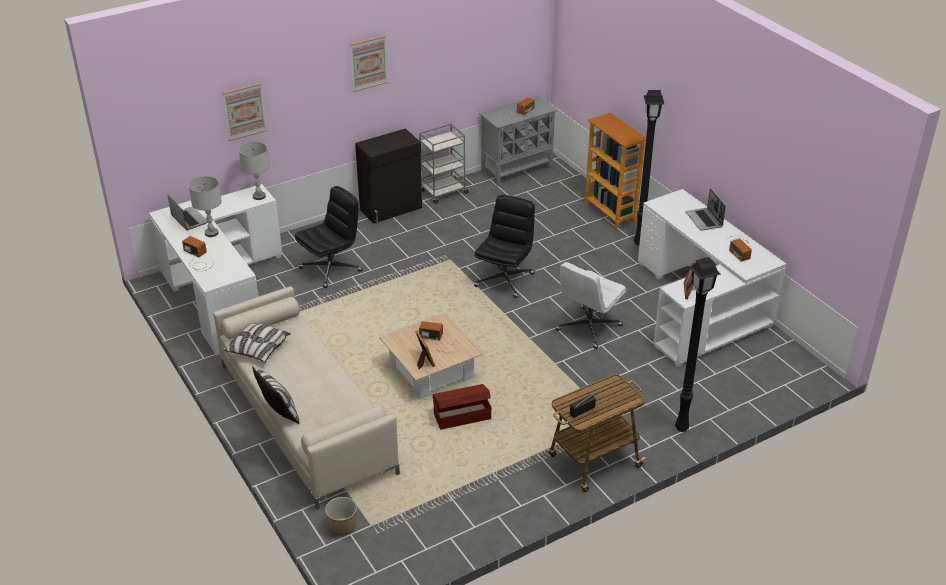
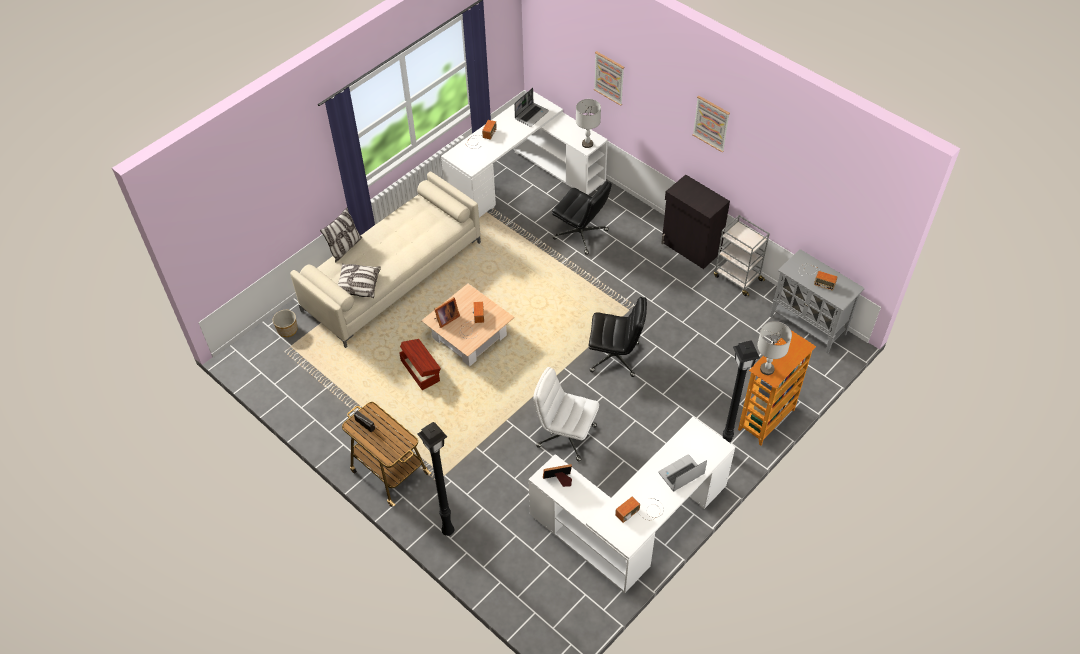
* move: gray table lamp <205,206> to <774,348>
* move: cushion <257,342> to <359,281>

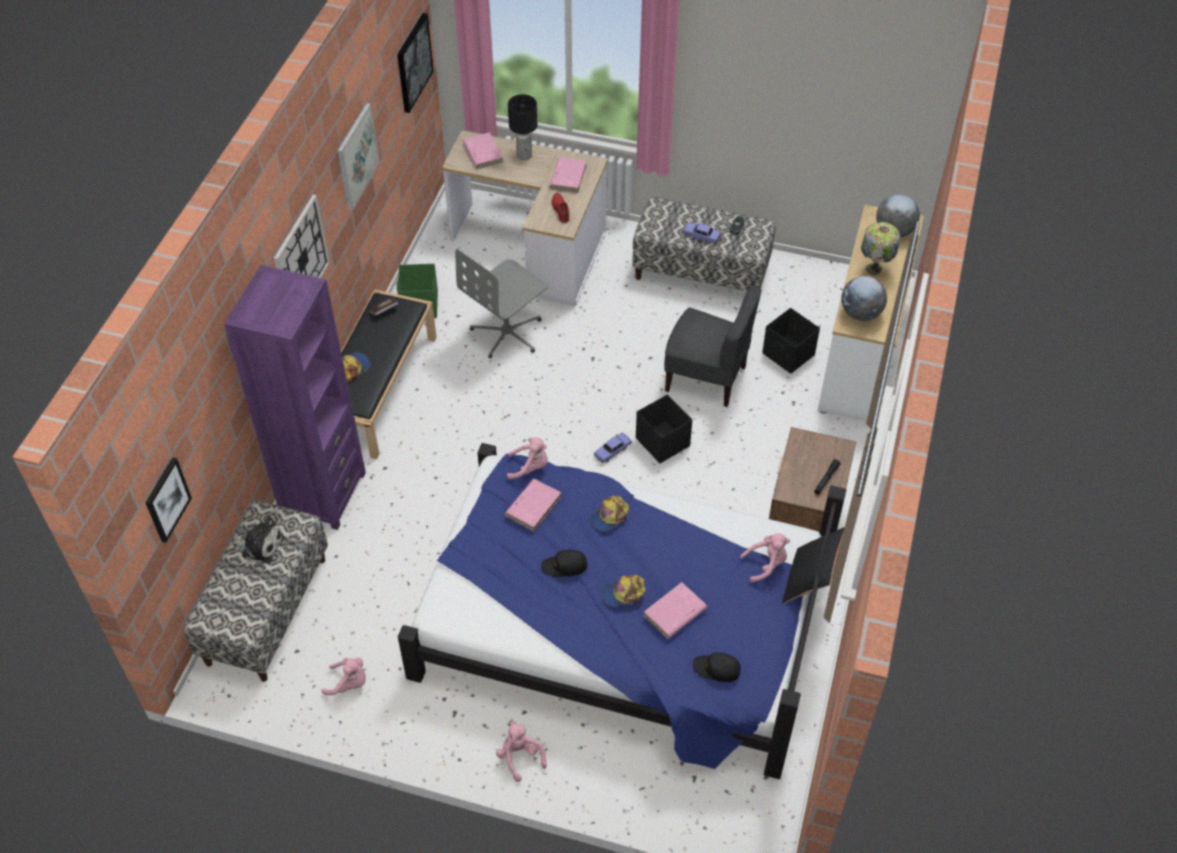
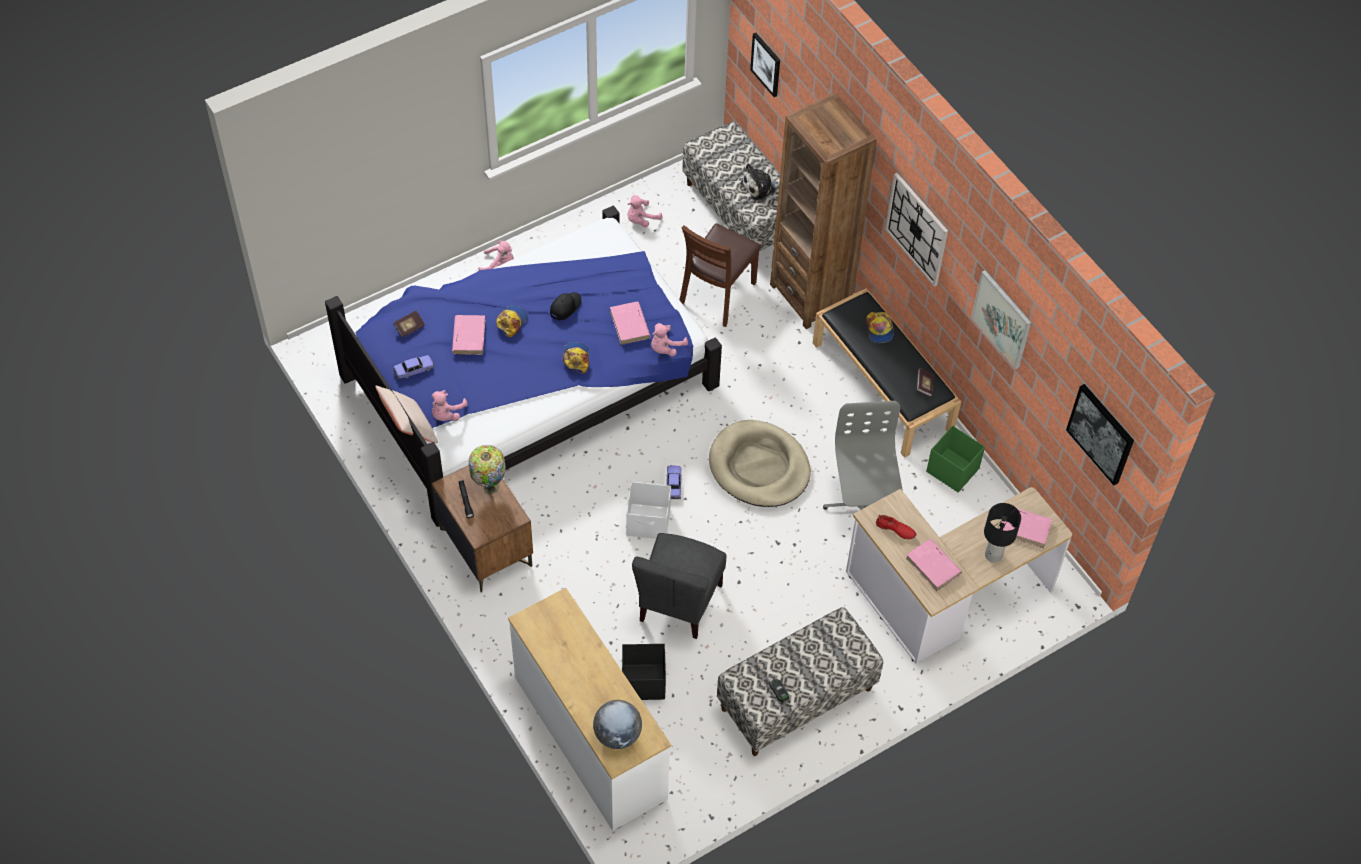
* recolor: purple shelving unit <295,397> to brownish shelving unit <823,211>
* recolor: blackish storage bin <664,428> to white storage bin <648,510>
* rotate: gray plain chair <713,346> = <679,586> 45 degrees counterclockwise
* move: miniature car <702,233> to <413,367>
* replace: blackish cap <717,667> to bound book <409,324>
* recolor: blackish cushion <813,565> to beige-coloured cushion <406,414>
* delete: desk globe <864,298>
* move: table lamp <880,248> to <487,470>
* insert: brownish plain chair <720,275>
* insert: beige-coloured dog bed <760,463>

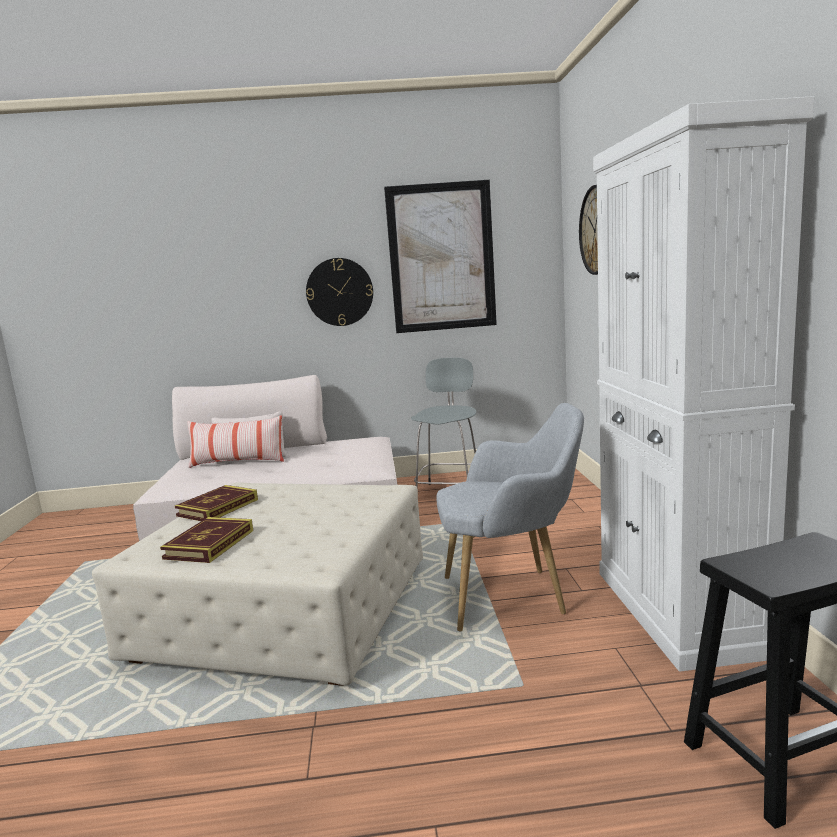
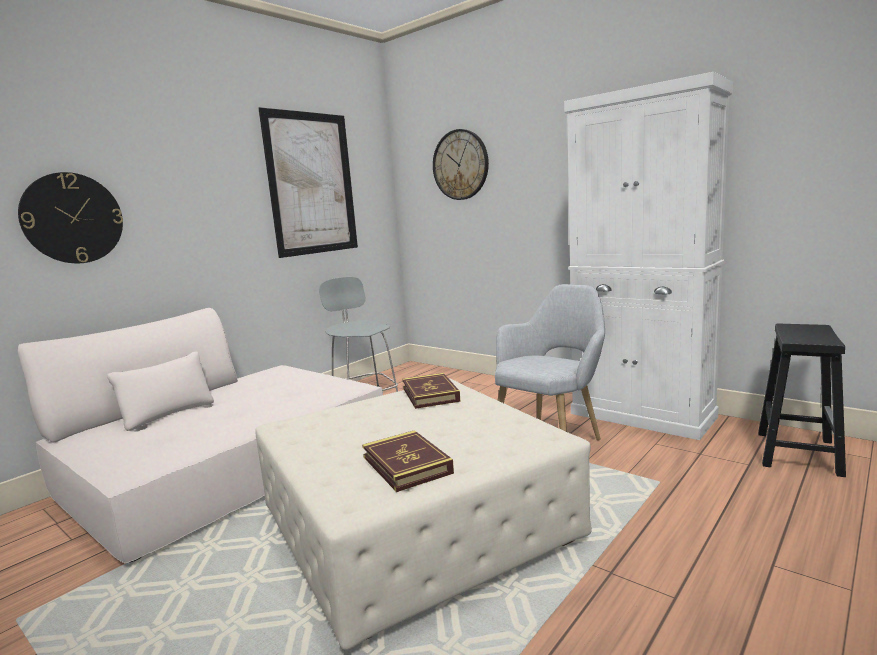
* move: bound book <216,503> to <431,391>
* delete: cushion <235,441>
* move: wall clock <339,292> to <70,217>

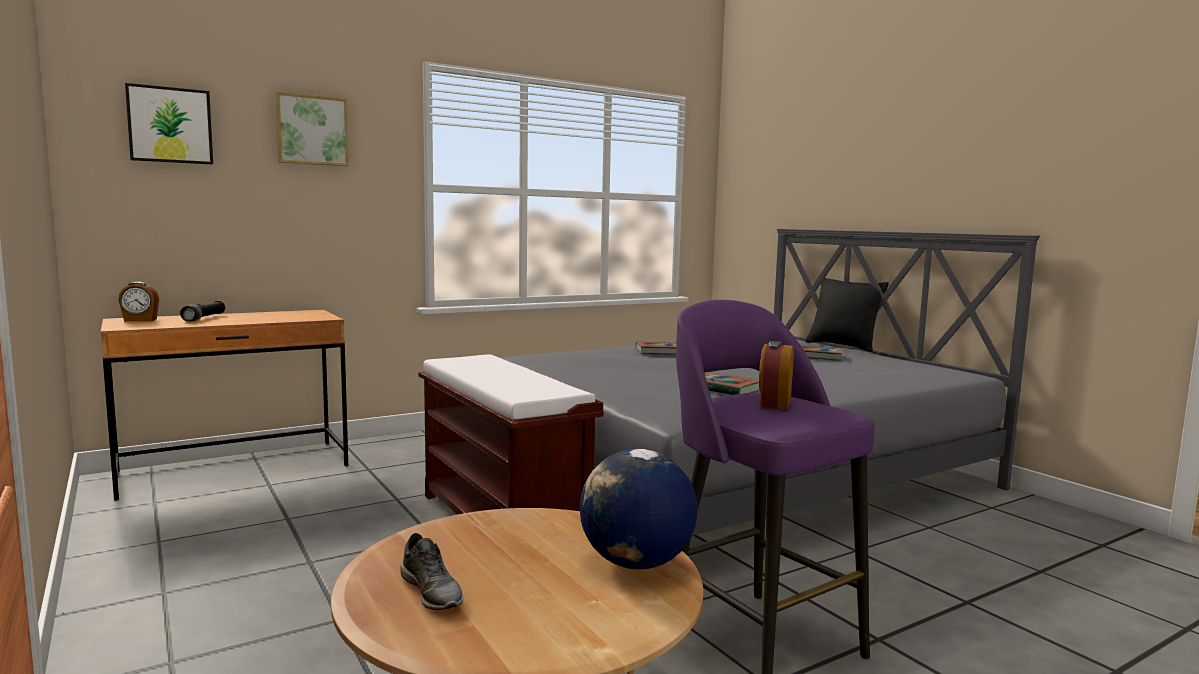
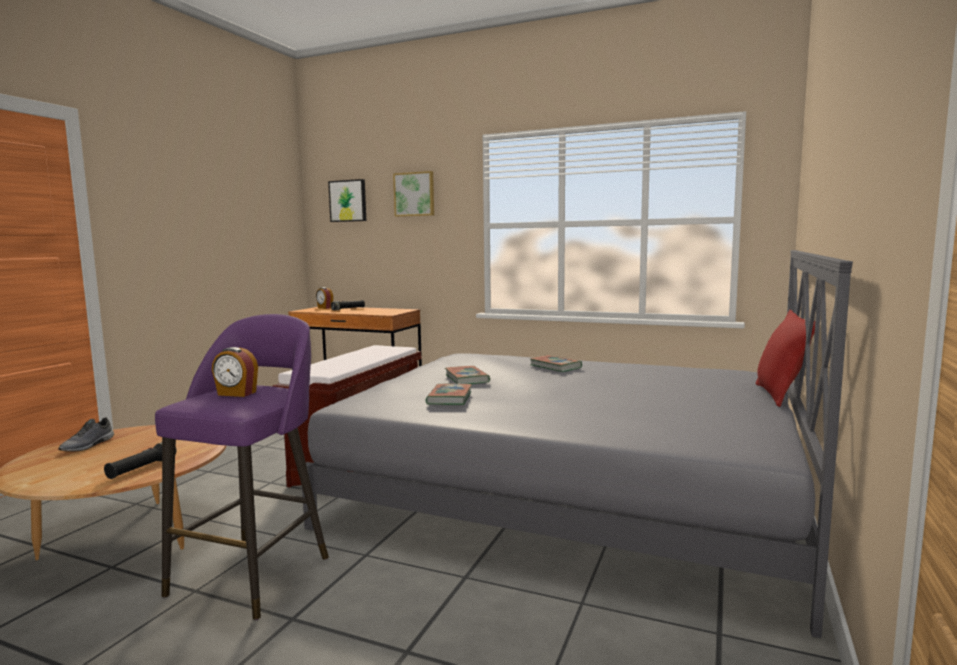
* replace: desk globe <638,509> to blackish torch <140,460>
* rotate: bedside clock <776,375> = <235,372> 150 degrees counterclockwise
* move: bound book <822,353> to <467,375>
* recolor: blackish cushion <847,314> to reddish cushion <785,358>

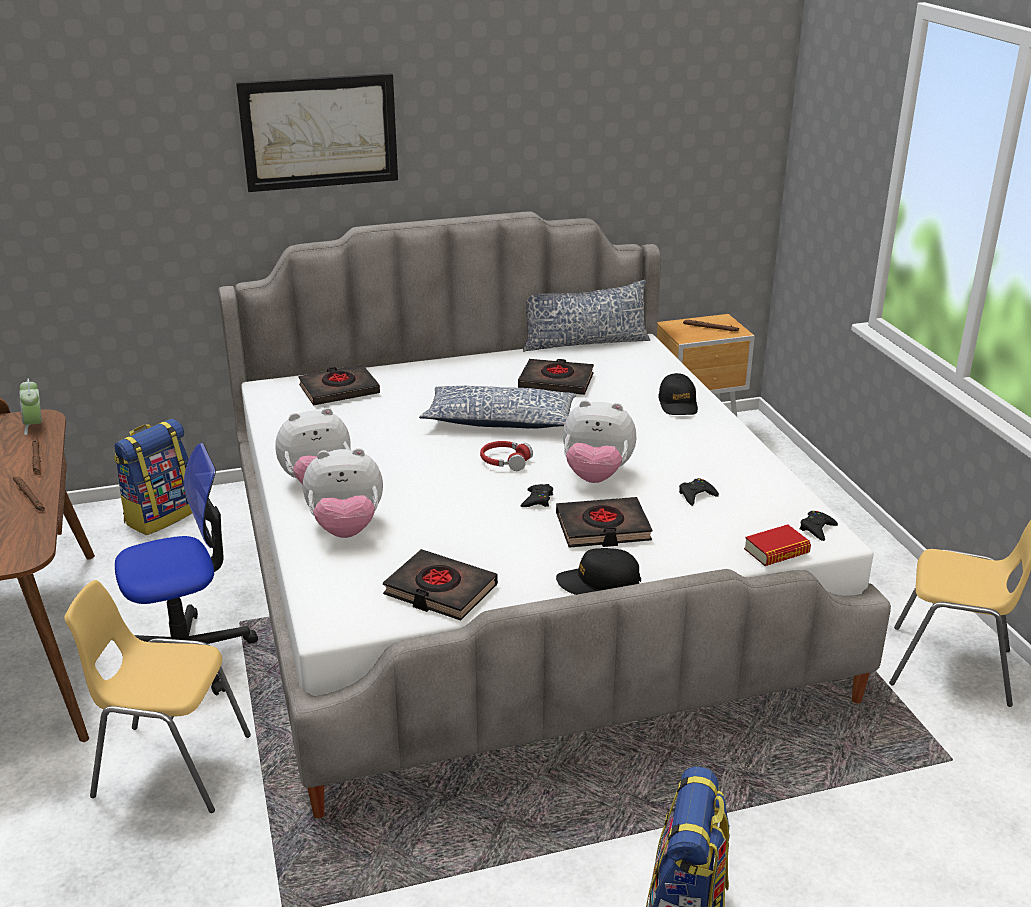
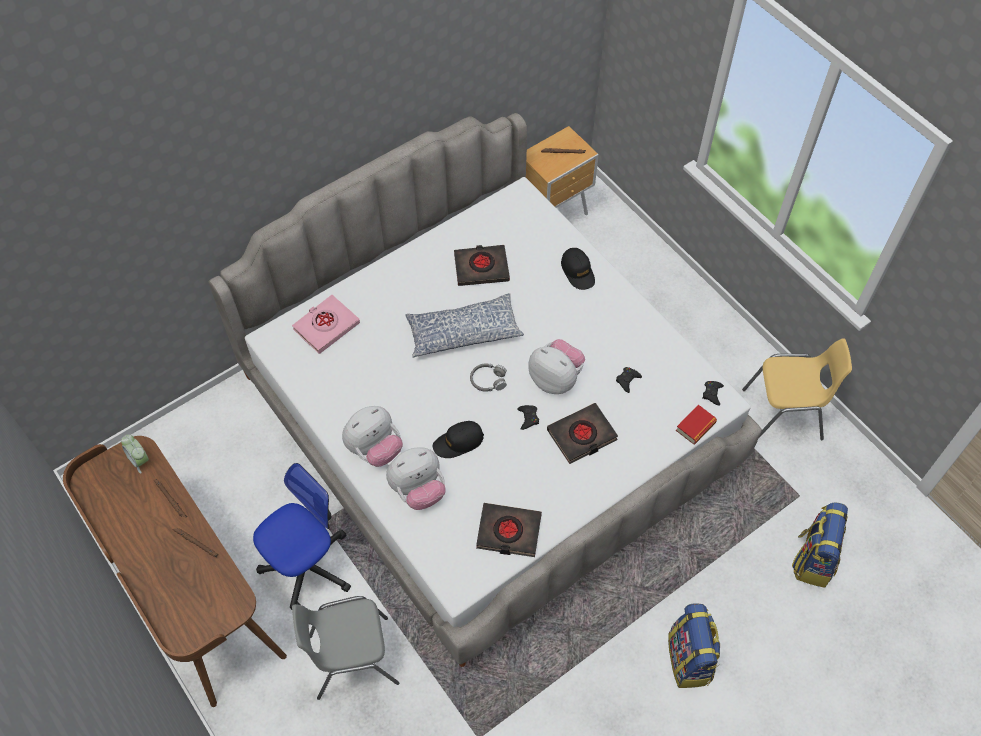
* recolor: yellowish plain chair <157,696> to gray plain chair <345,648>
* move: backpack <153,477> to <820,545>
* delete: wall picture <317,132>
* recolor: blackish bound book <339,384> to pink bound book <326,324>
* recolor: reddish headset <506,456> to gray headset <488,377>
* delete: cushion <586,316>
* move: blackish cap <598,571> to <458,439>
* rotate: plush toy <599,441> = <556,366> 135 degrees counterclockwise

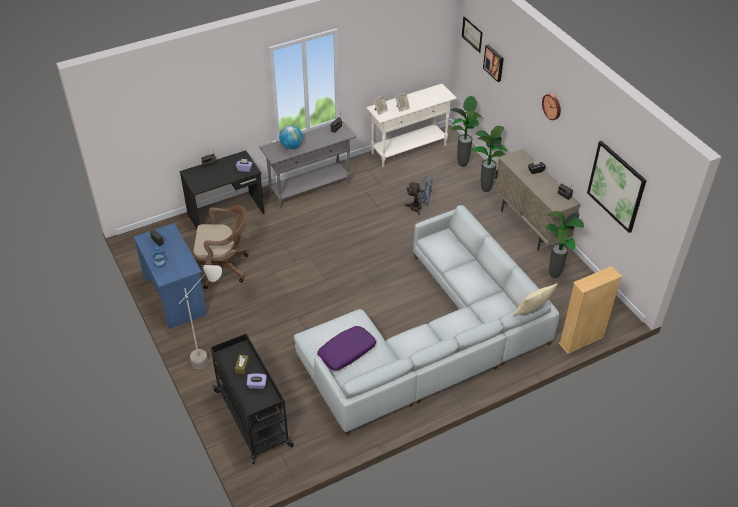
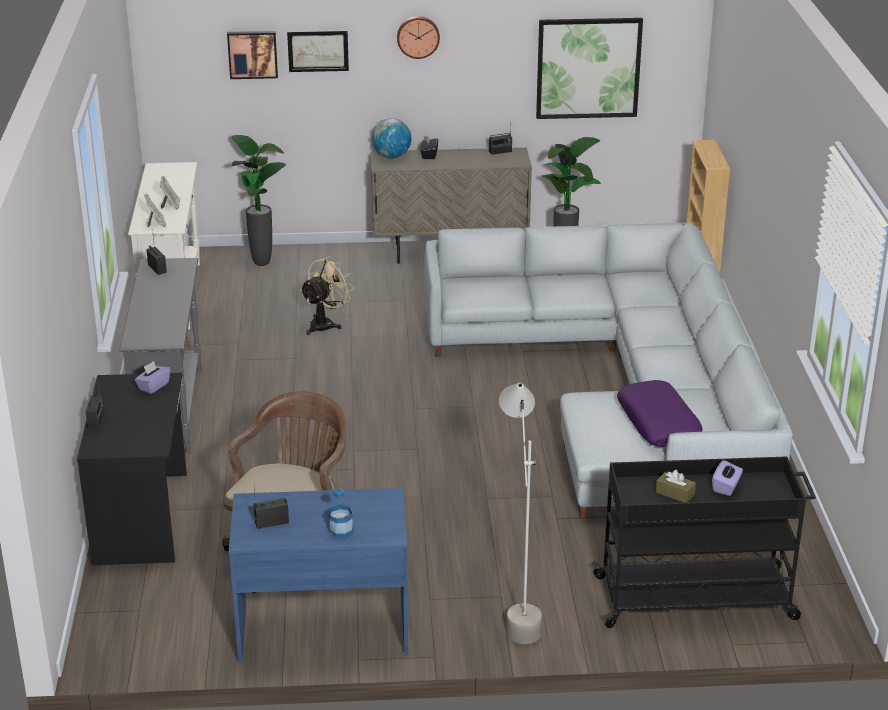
* move: desk globe <291,137> to <391,138>
* recolor: blue-coloured electric fan <419,196> to beige-coloured electric fan <327,295>
* move: wall picture <472,34> to <318,51>
* delete: potted plant <489,159>
* delete: beige-coloured cushion <536,299>

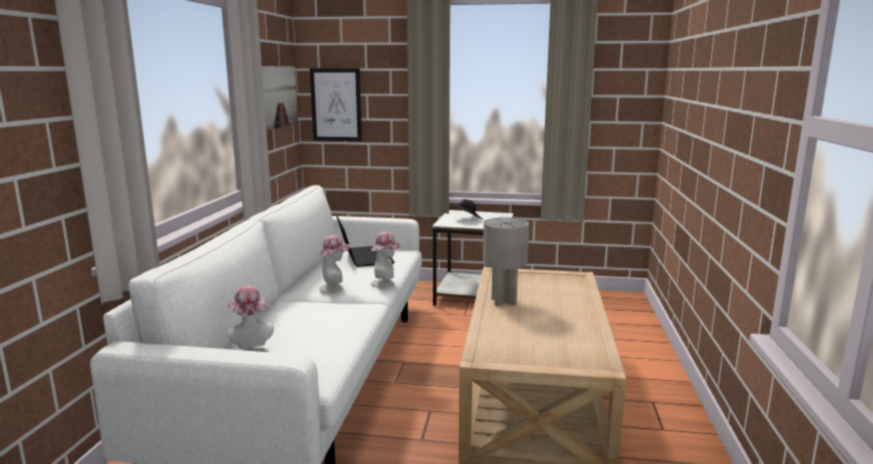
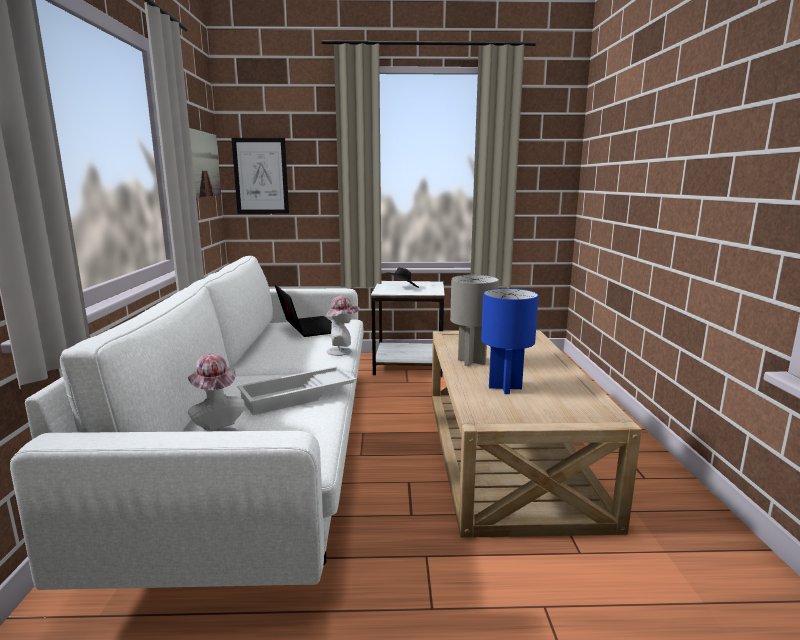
* delete: wearable hat <334,264>
* insert: white serving tray <297,390>
* insert: blue-coloured table lamp <509,341>

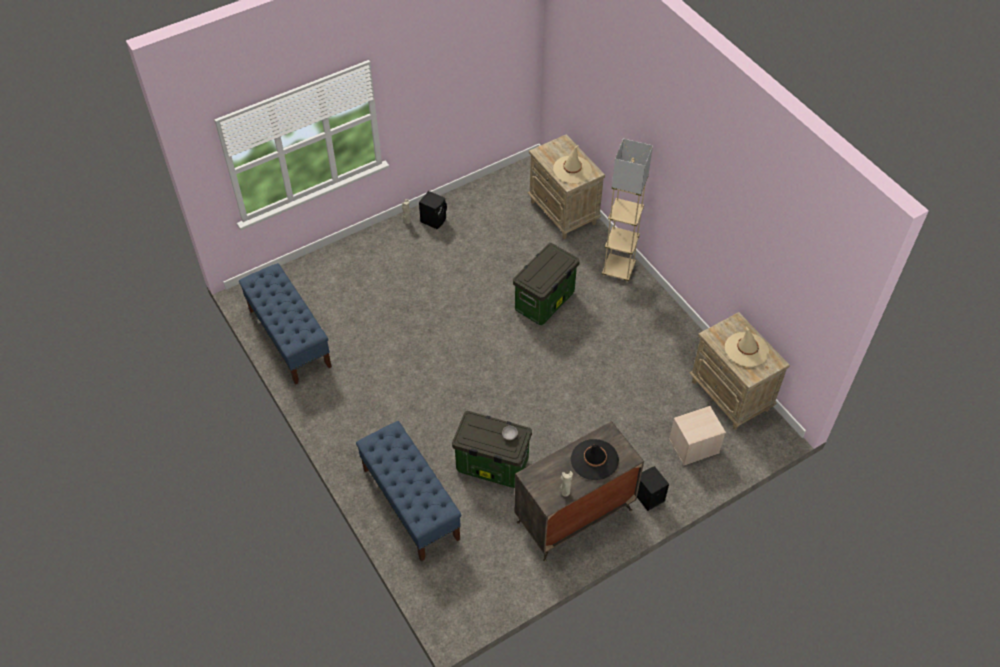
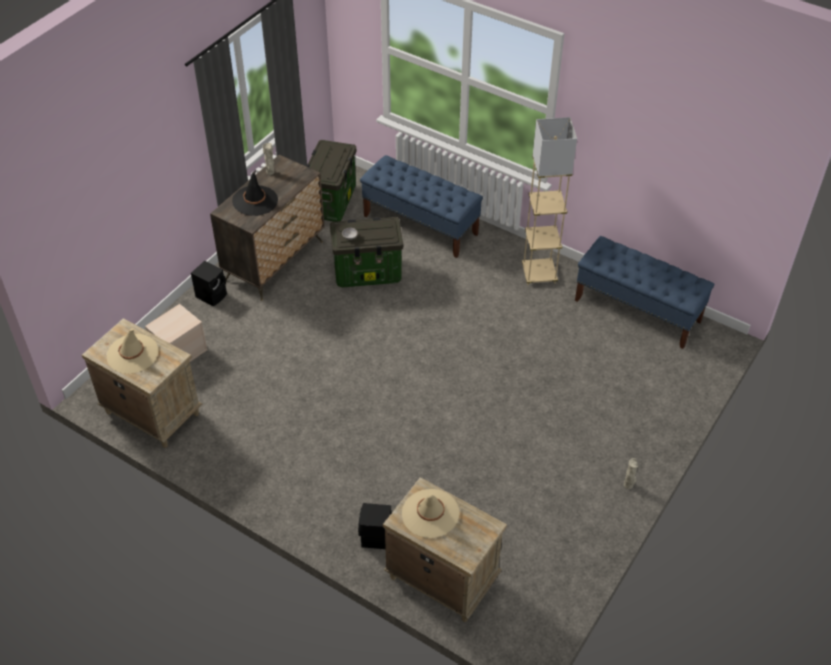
* move: blackish audio speaker <433,210> to <374,526>
* move: storage bin <546,284> to <331,181>
* move: beige-coloured floor lamp <627,210> to <549,201>

